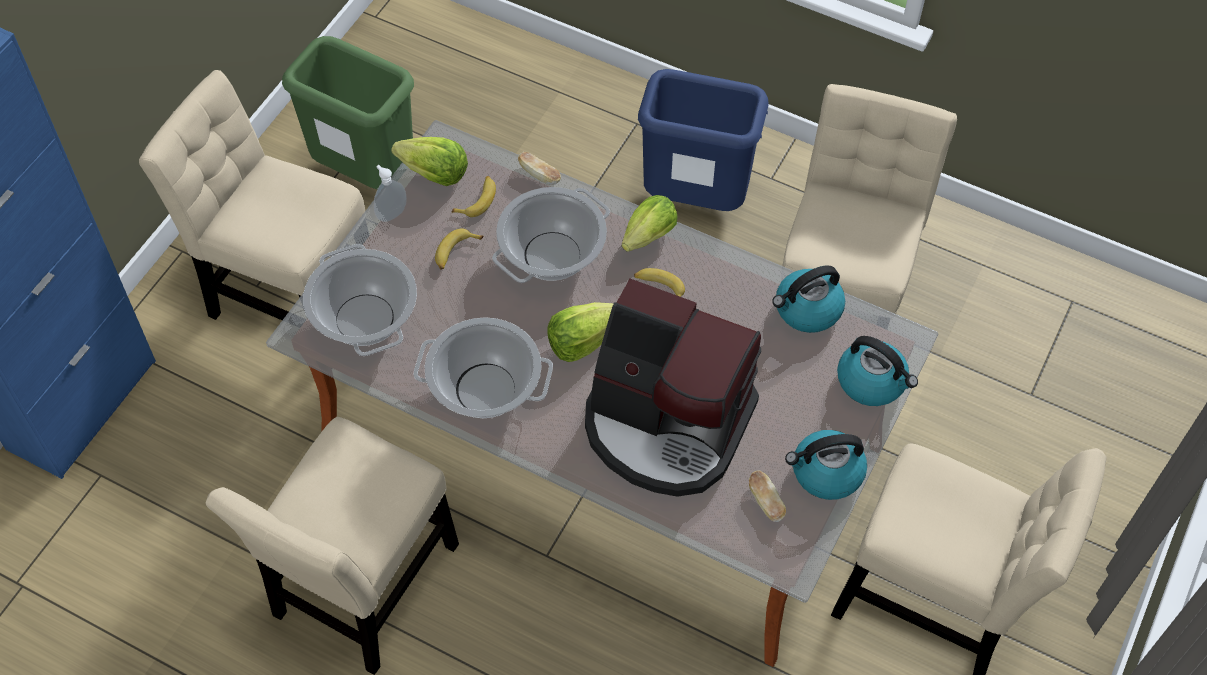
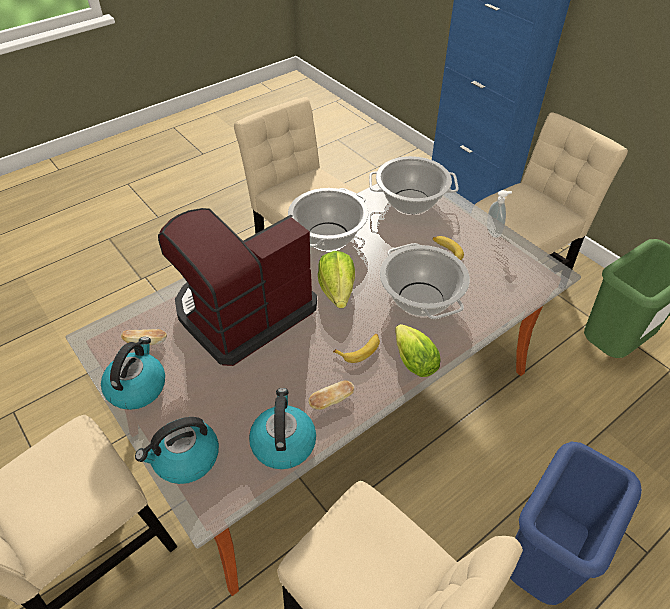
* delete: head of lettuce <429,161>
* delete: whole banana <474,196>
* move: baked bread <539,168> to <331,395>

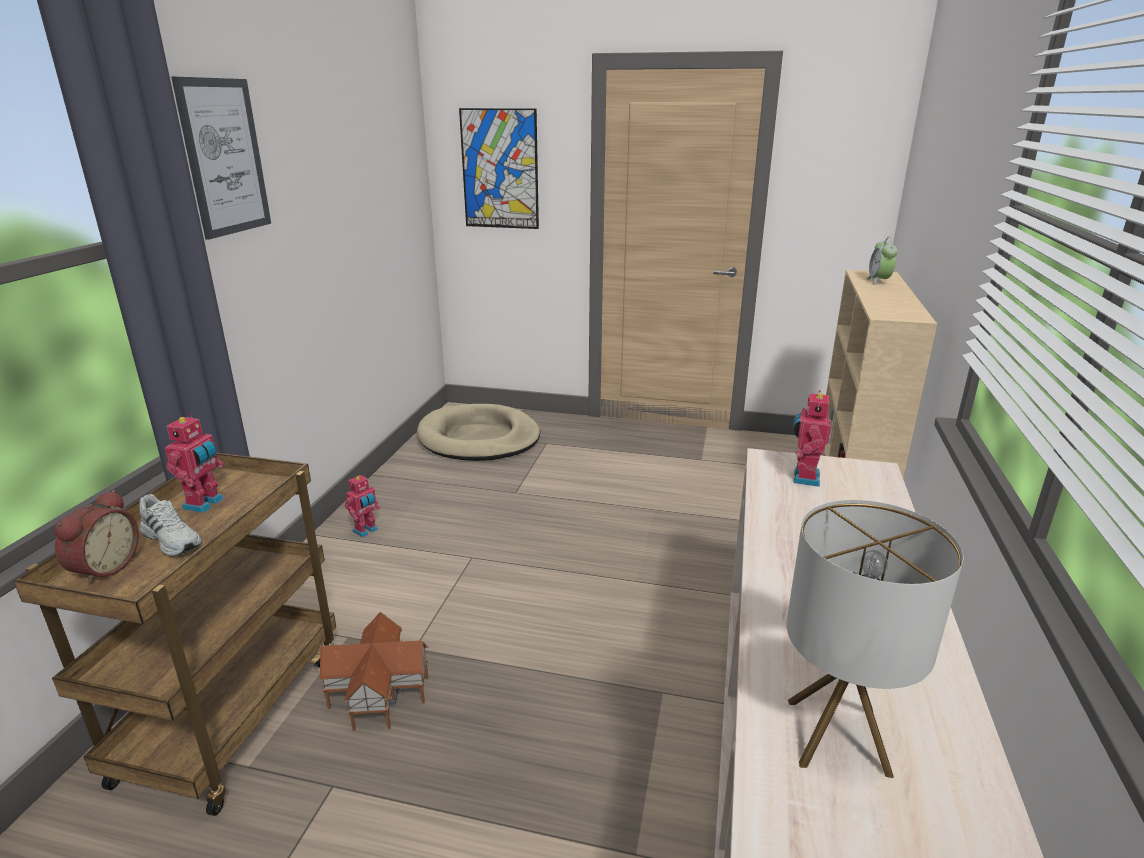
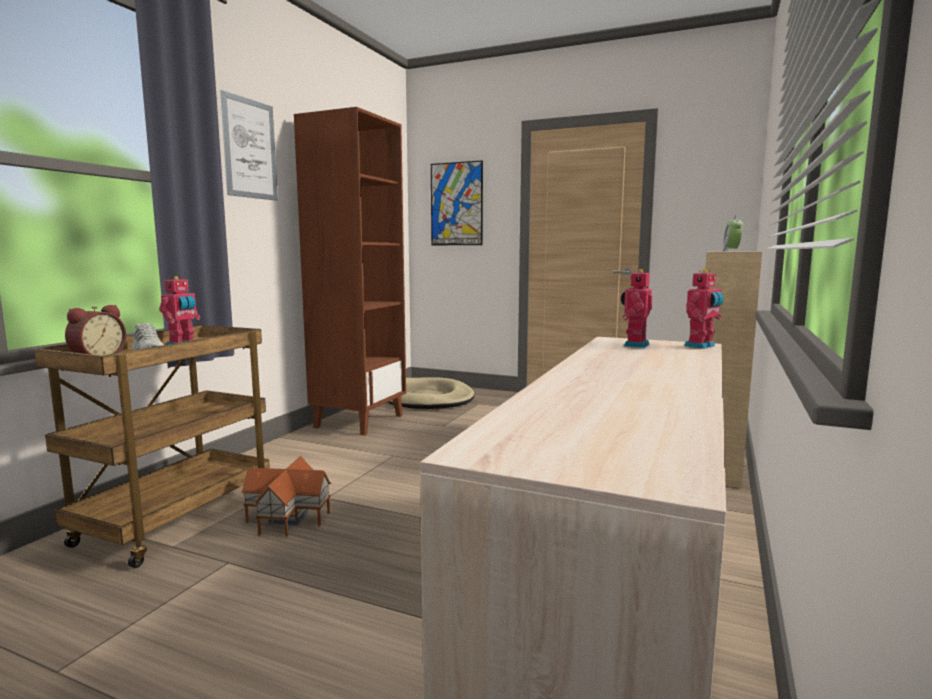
* move: model robot <362,506> to <704,309>
* delete: table lamp <875,639>
* insert: brownish shelving unit <350,271>

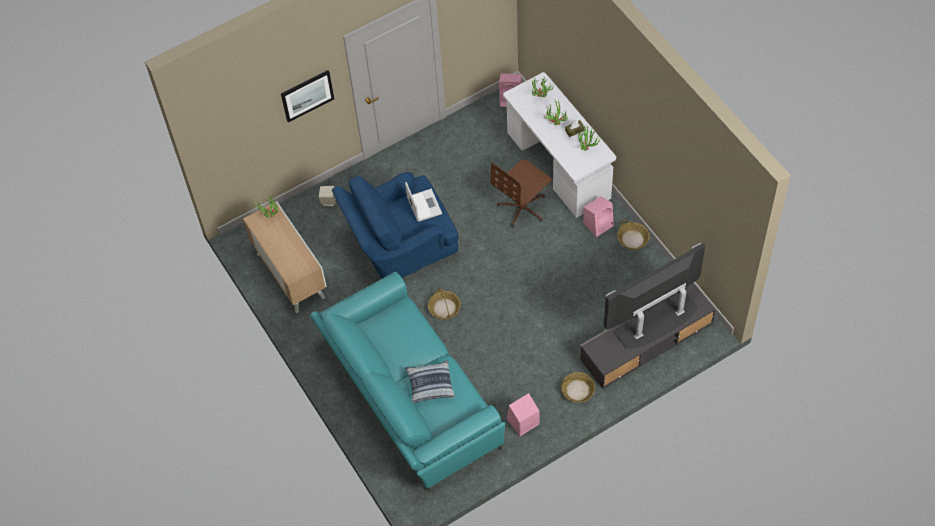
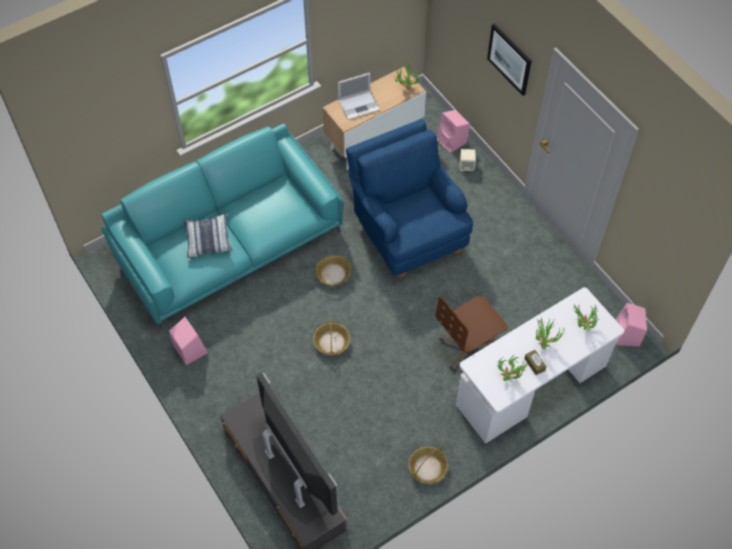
* move: laptop <423,202> to <359,96>
* rotate: brownish office chair <521,193> = <471,332> 75 degrees counterclockwise
* move: storage basket <578,387> to <331,336>
* move: pink audio speaker <598,216> to <453,131>

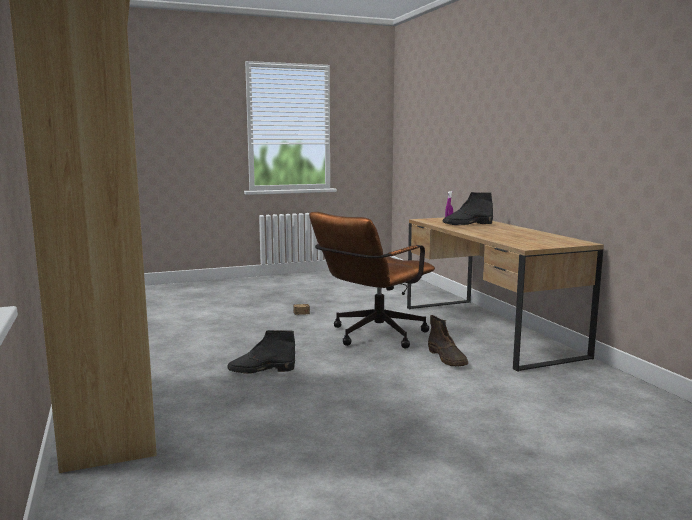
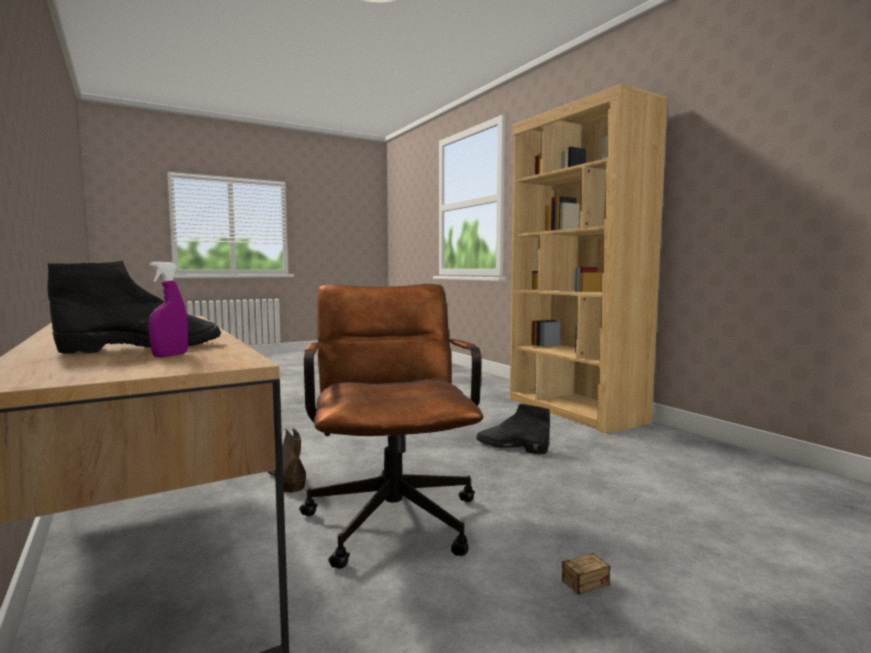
* rotate: blackish high-top boot <261,352> = <513,429> 135 degrees counterclockwise
* rotate: brownish office chair <372,280> = <391,426> 45 degrees counterclockwise

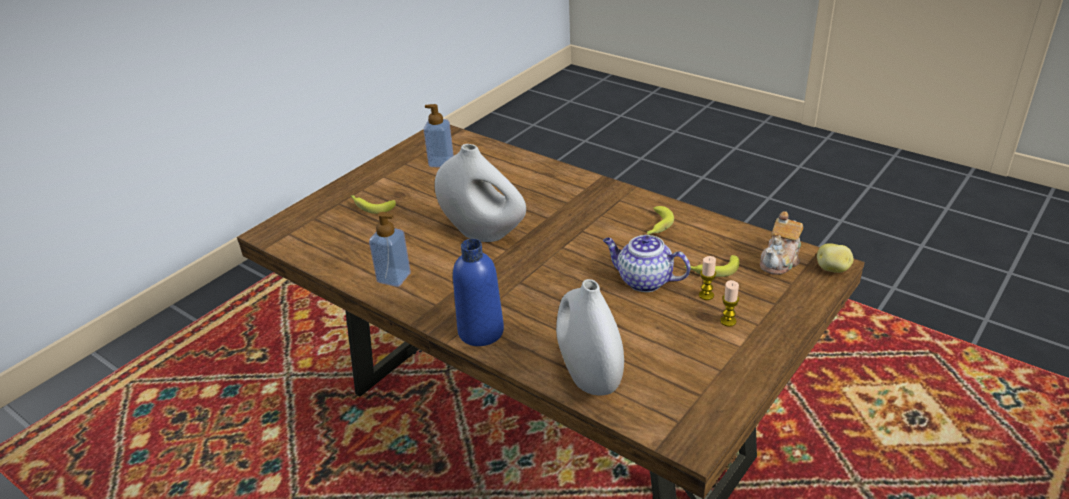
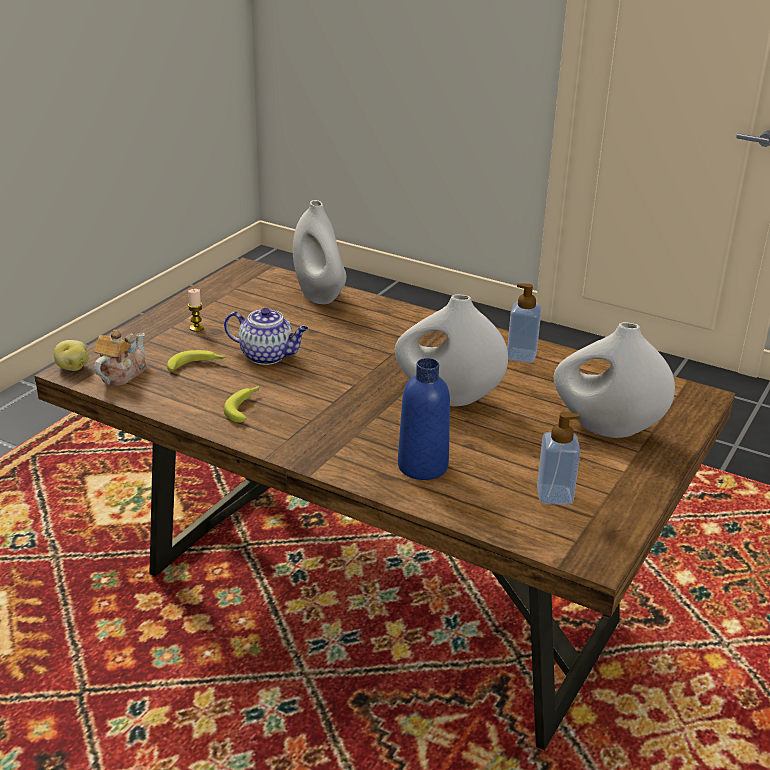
* replace: whole banana <373,204> to white flower vase <614,380>
* move: blue-coloured bottle <478,292> to <424,419>
* delete: wax light <707,278>

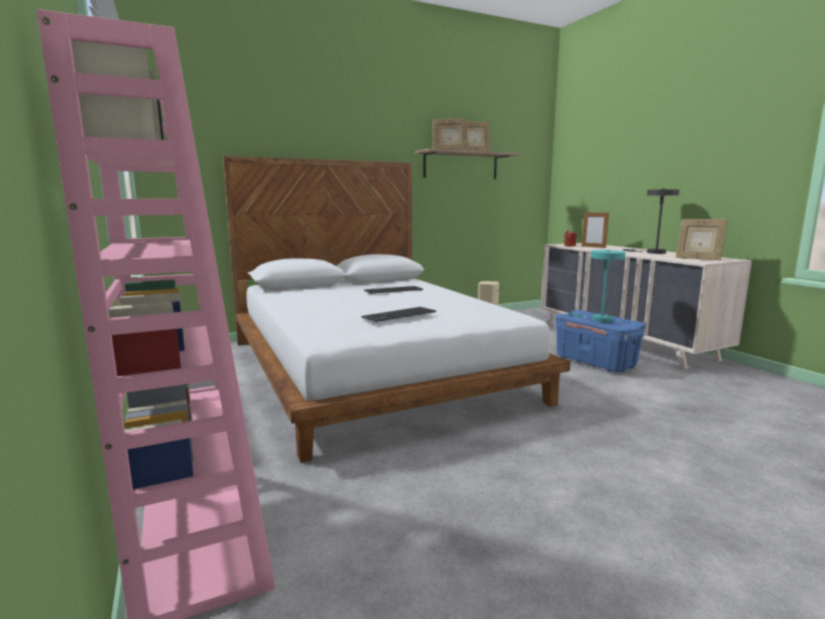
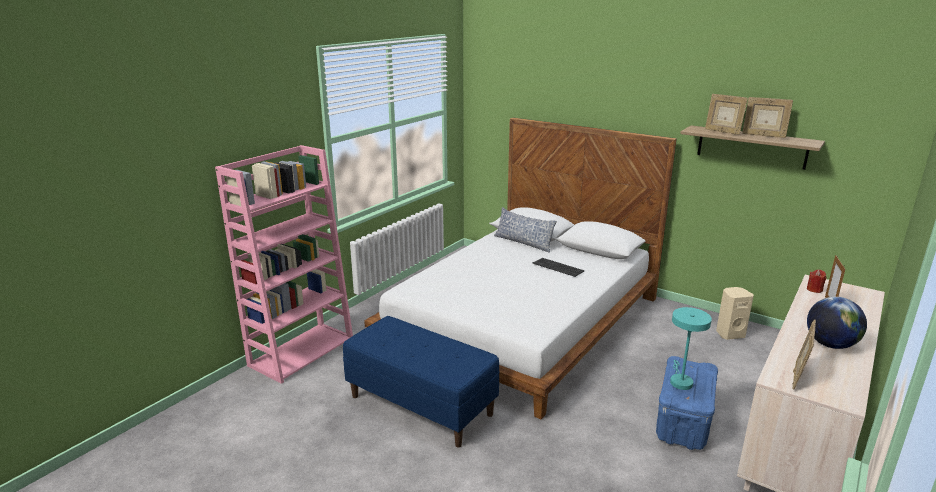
* delete: keyboard <398,314>
* replace: gray table lamp <651,221> to desk globe <837,323>
* insert: blue-coloured indoor bench <421,382>
* insert: cushion <525,230>

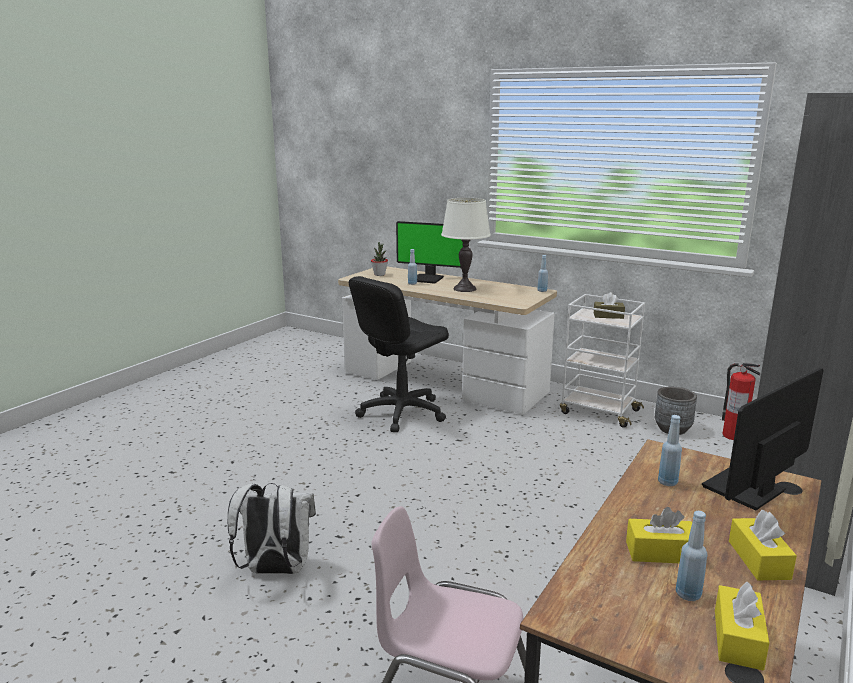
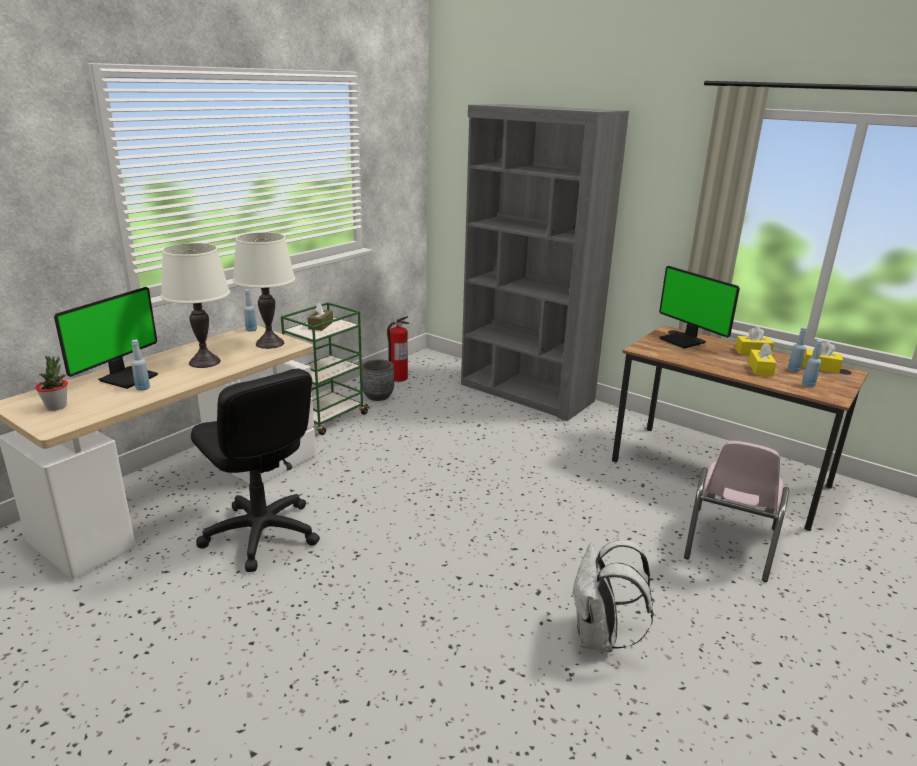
* recolor: white trolley <602,361> to green-coloured trolley <325,368>
* move: blue-coloured bottle <670,450> to <812,363>
* insert: white table lamp <264,290>

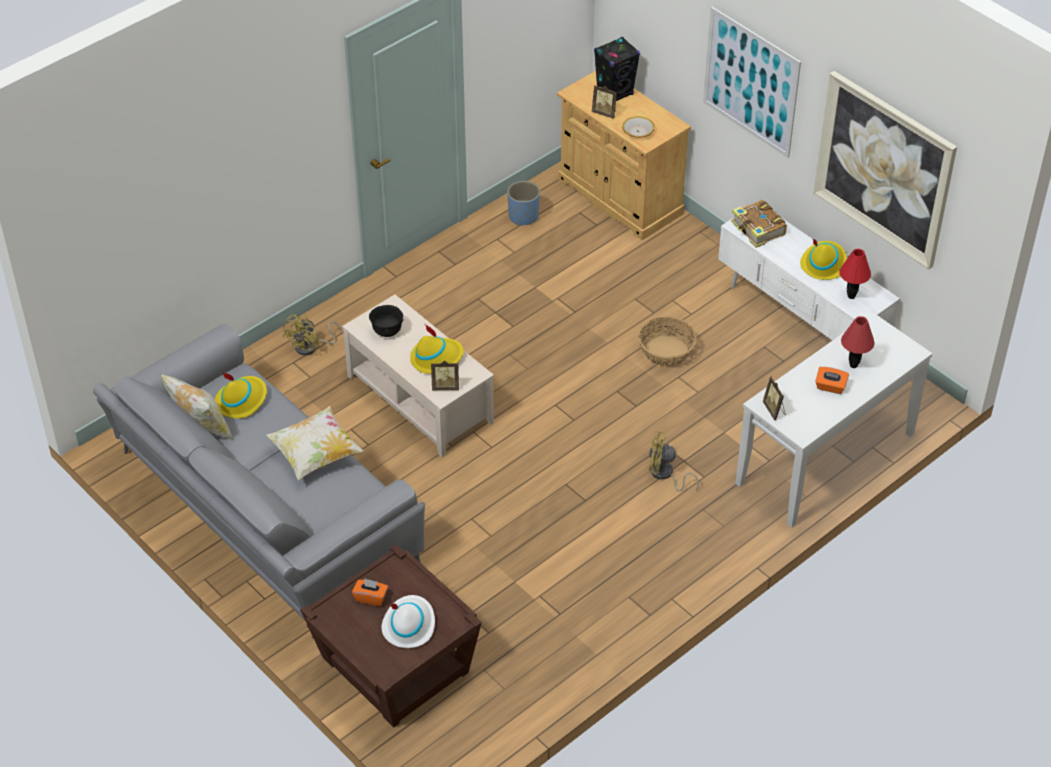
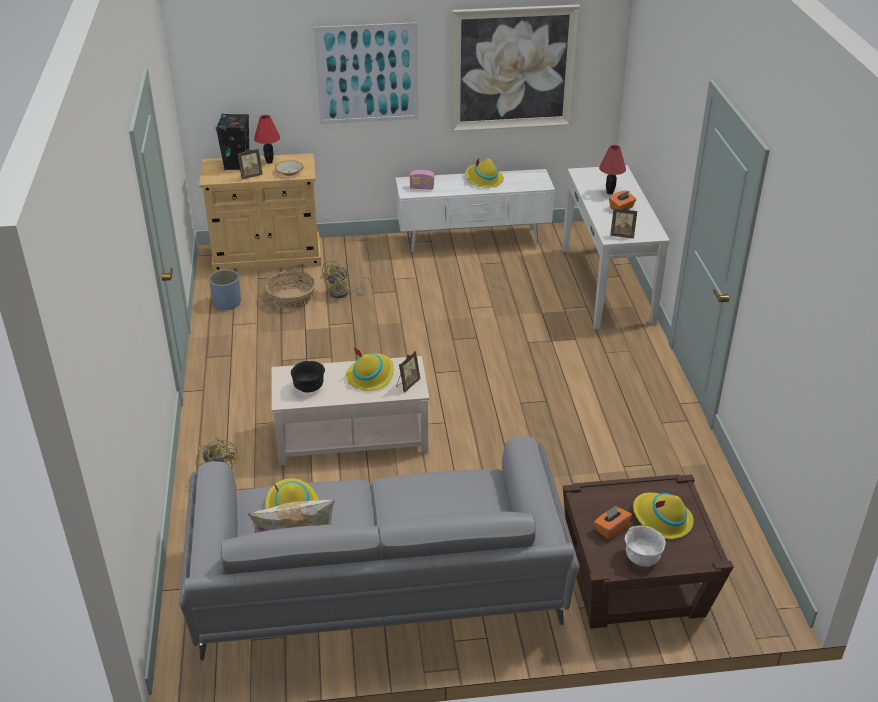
* delete: cushion <315,443>
* recolor: white wearable hat <408,621> to yellowish wearable hat <663,515>
* move: storage basket <667,342> to <291,290>
* move: yellowish electric fan <674,461> to <346,279>
* replace: bound book <759,224> to radio <422,180>
* move: reddish table lamp <855,274> to <267,139>
* insert: white bowl <645,546>

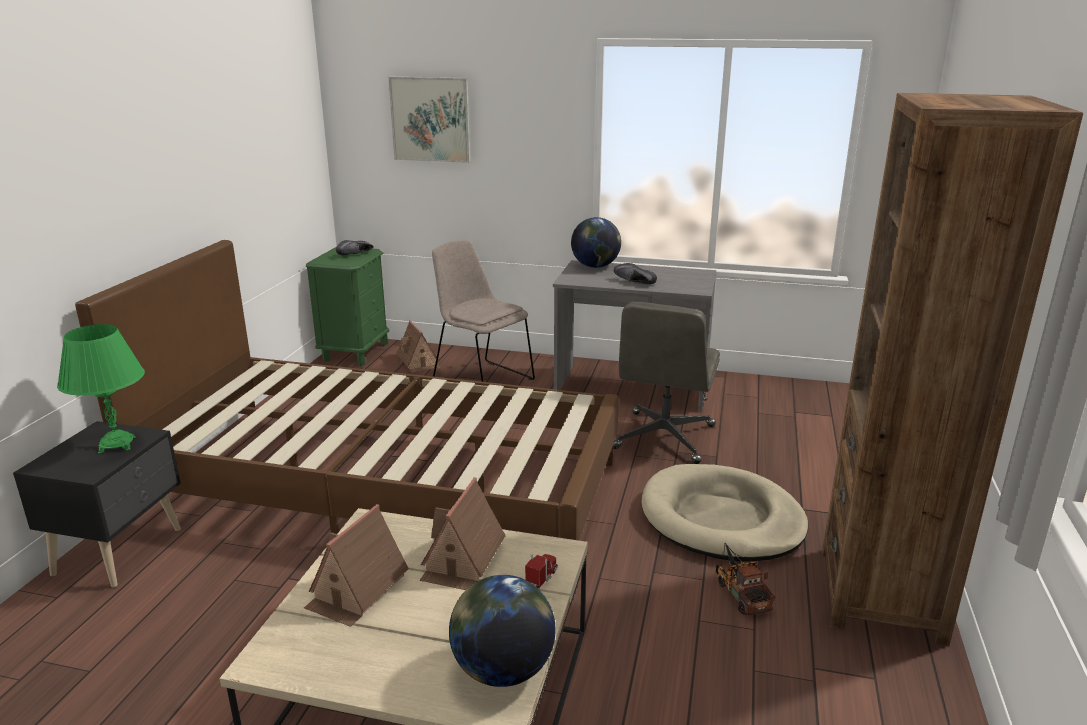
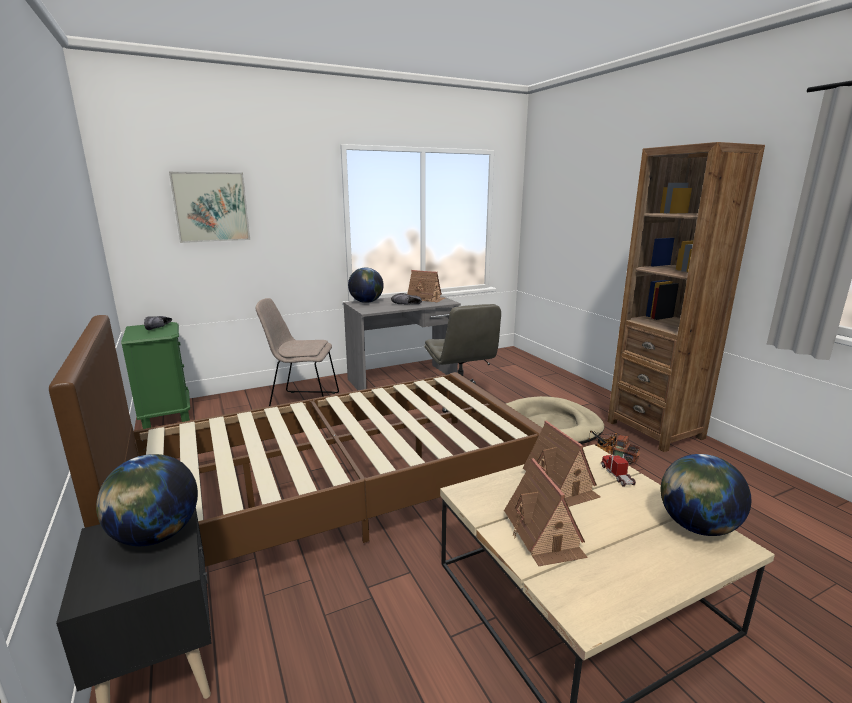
* replace: green-coloured table lamp <101,388> to desk globe <147,500>
* move: miniature house <417,346> to <426,286>

